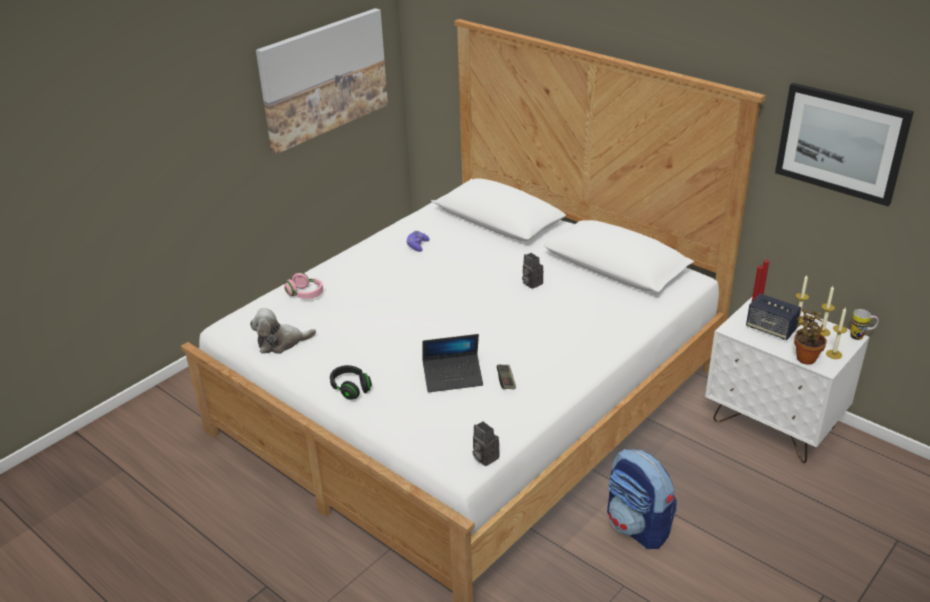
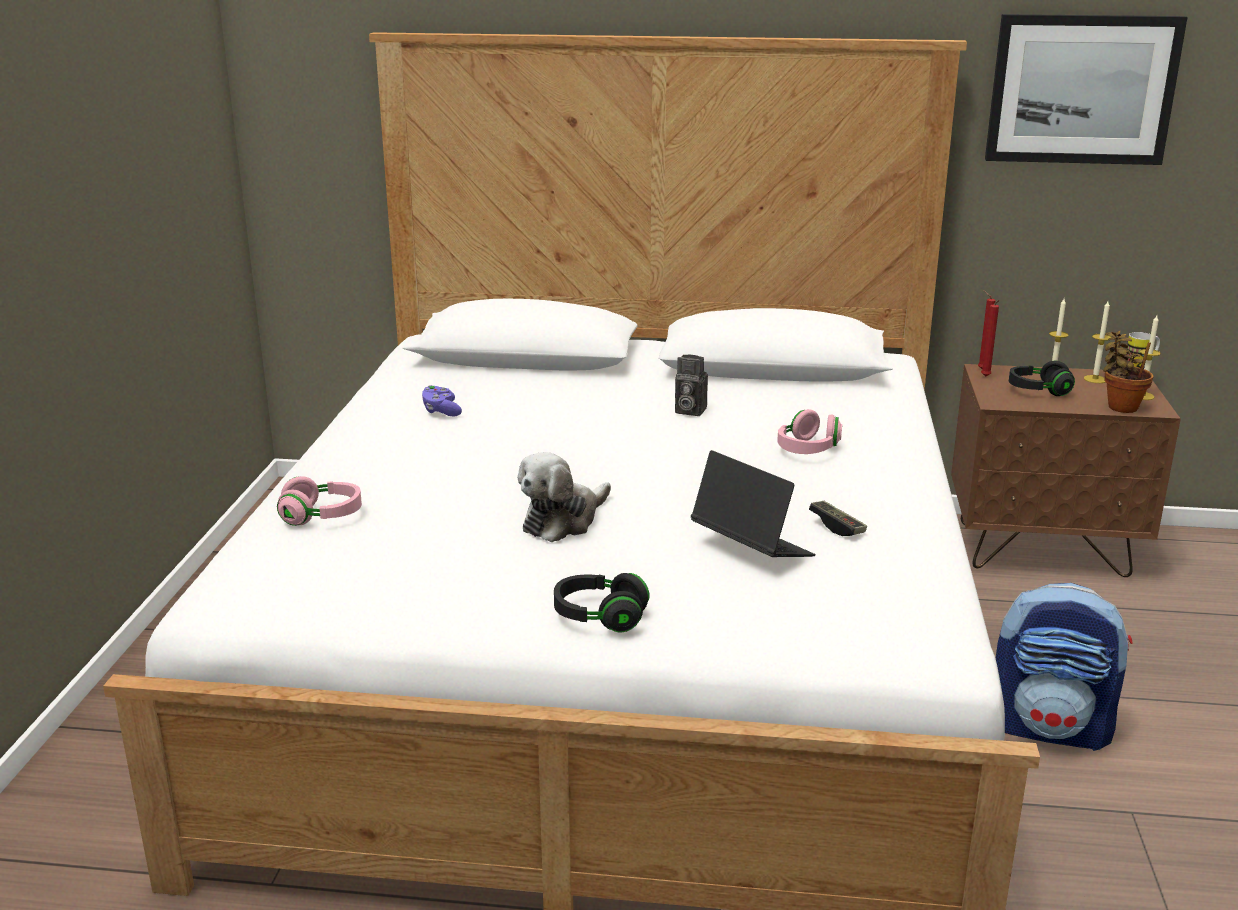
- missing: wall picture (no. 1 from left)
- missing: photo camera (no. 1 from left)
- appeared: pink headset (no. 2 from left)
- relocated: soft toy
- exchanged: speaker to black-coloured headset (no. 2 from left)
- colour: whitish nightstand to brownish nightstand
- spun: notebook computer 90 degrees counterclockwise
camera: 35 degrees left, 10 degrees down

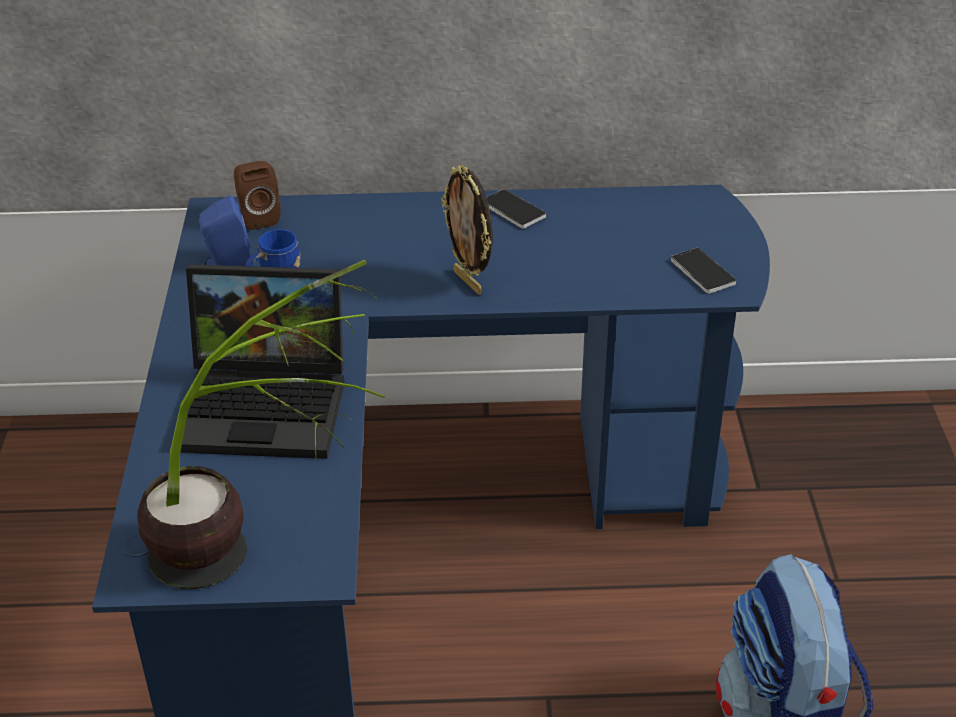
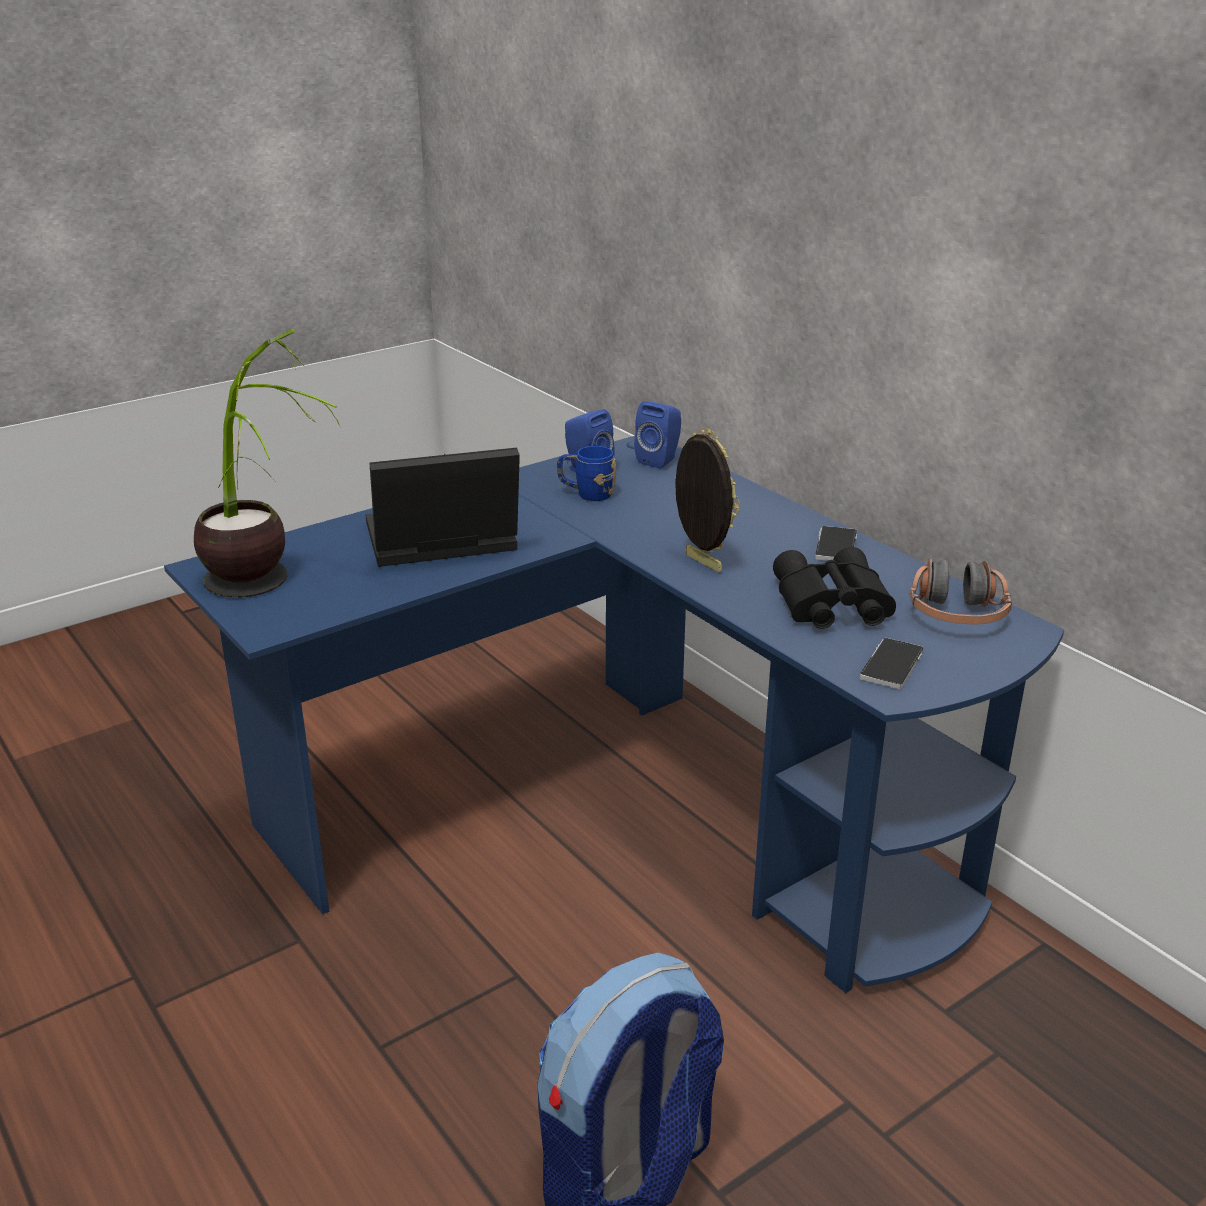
- appeared: black-coloured pair of binoculars
- appeared: headset
- colour: brownish speaker to blue-coloured speaker (no. 2 from left)
- spun: notebook computer 105 degrees clockwise
- spun: picture frame 120 degrees clockwise
camera: 55 degrees right, 10 degrees down

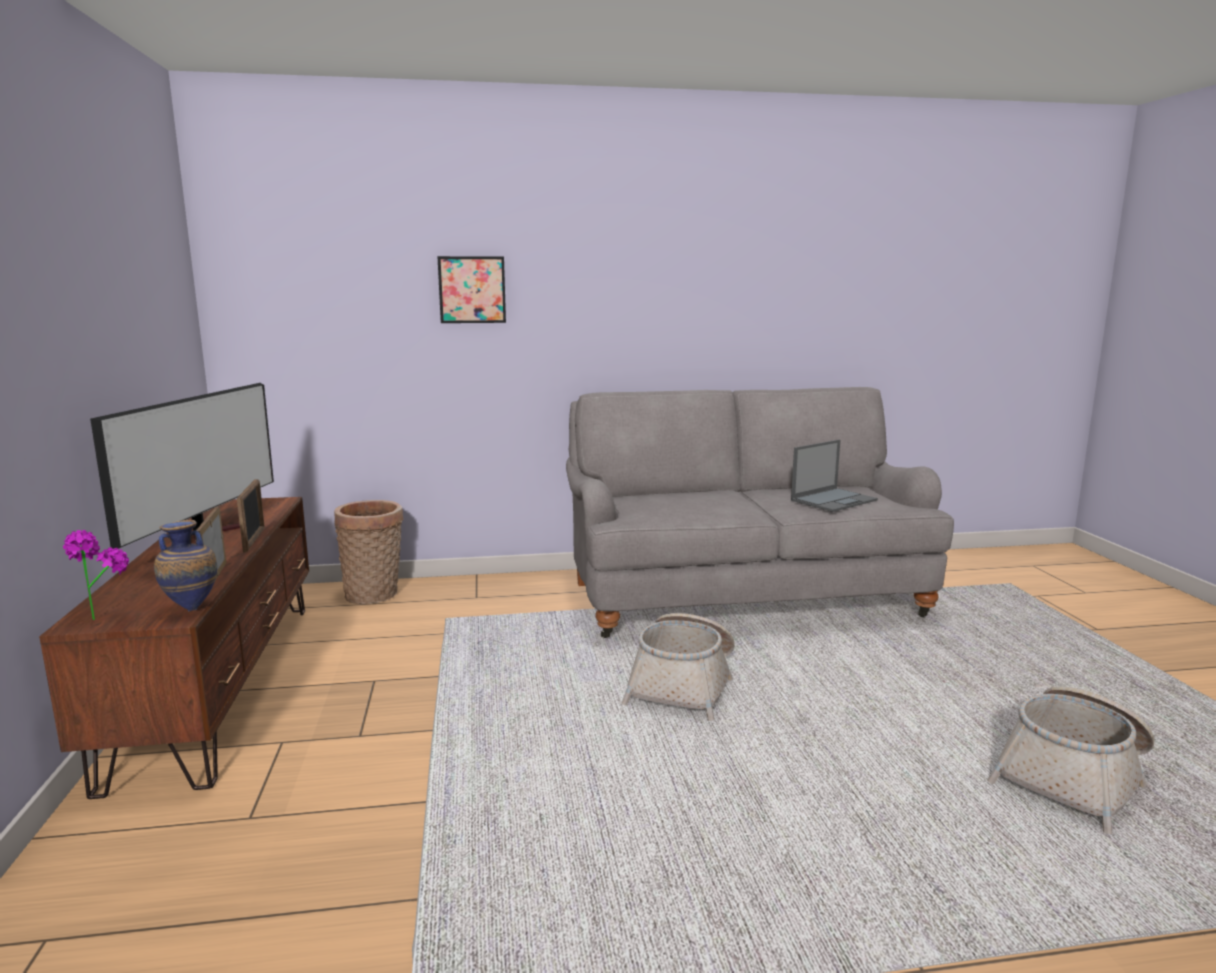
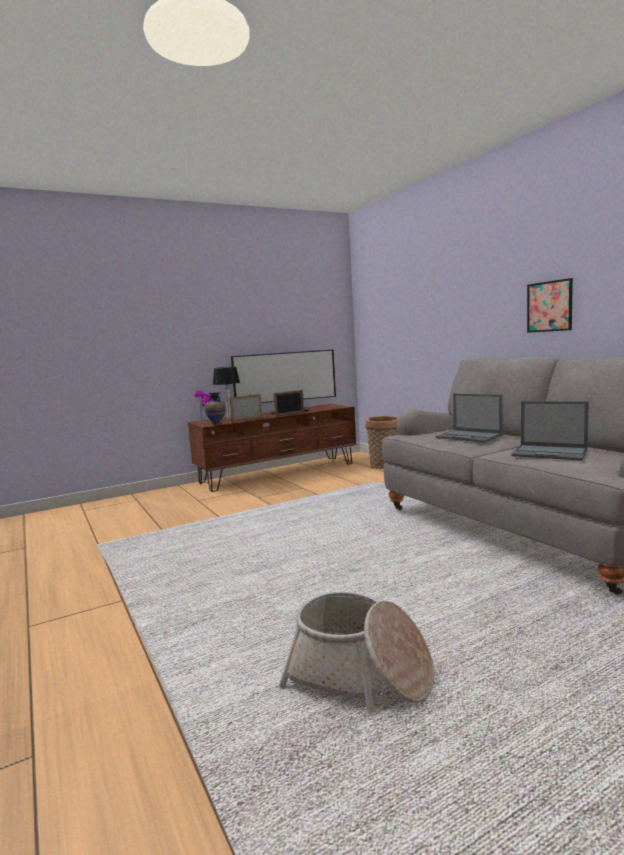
- missing: basket (no. 2 from left)
- appeared: table lamp
- appeared: notebook computer (no. 1 from left)
- relocated: wall picture
camera: 70 degrees right, 5 degrees down

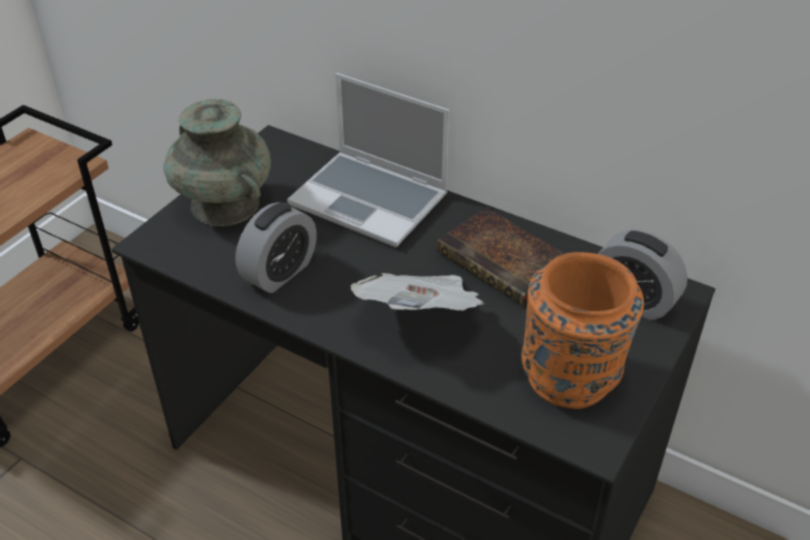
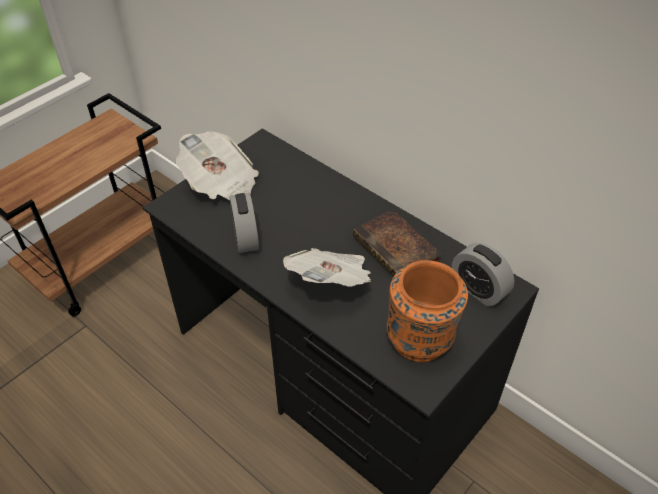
- missing: notebook computer
- exchanged: blue-green vase to daily paper (no. 1 from left)
- spun: table clock (no. 1 from left) 120 degrees clockwise
camera: 10 degrees right, 5 degrees up

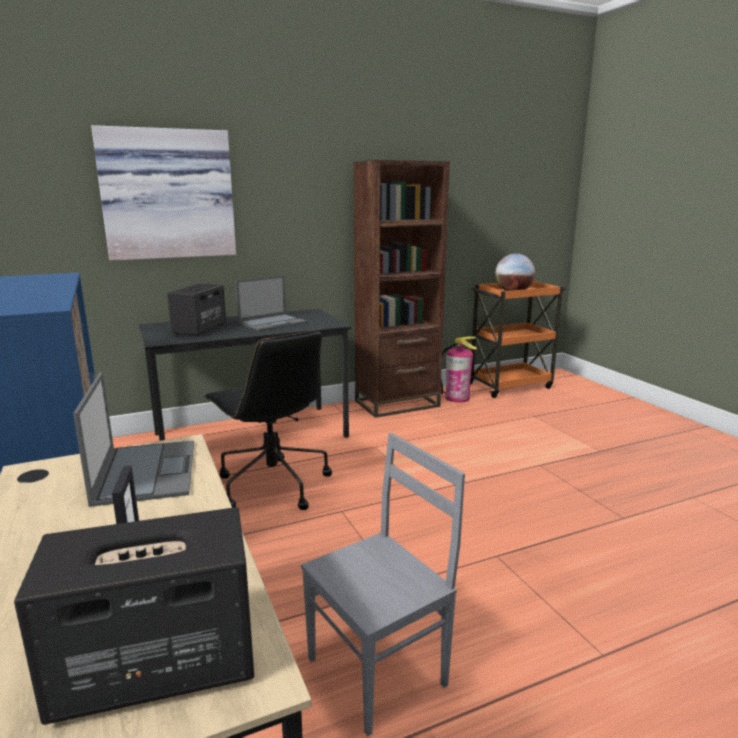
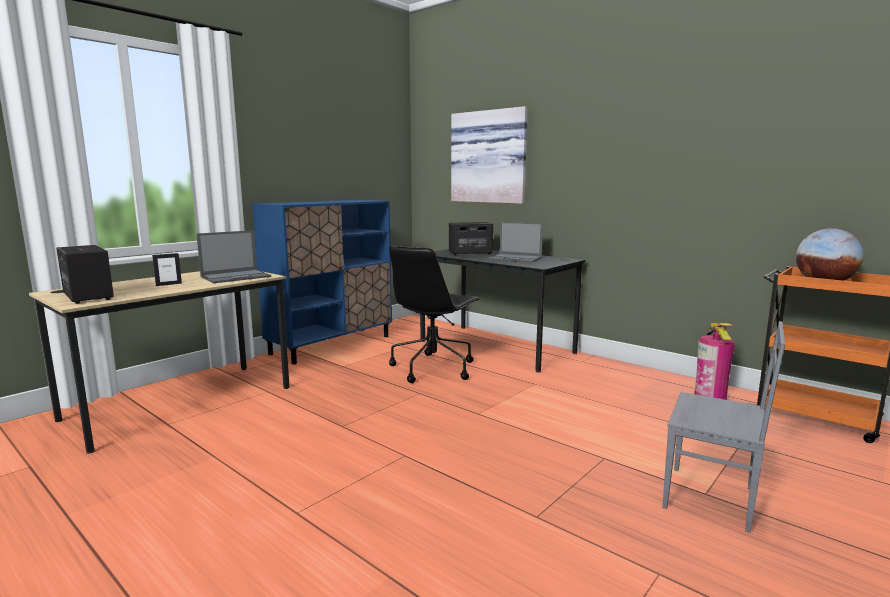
- missing: brownish bookshelf
- relocated: grey plain chair
camera: 65 degrees right, 5 degrees down

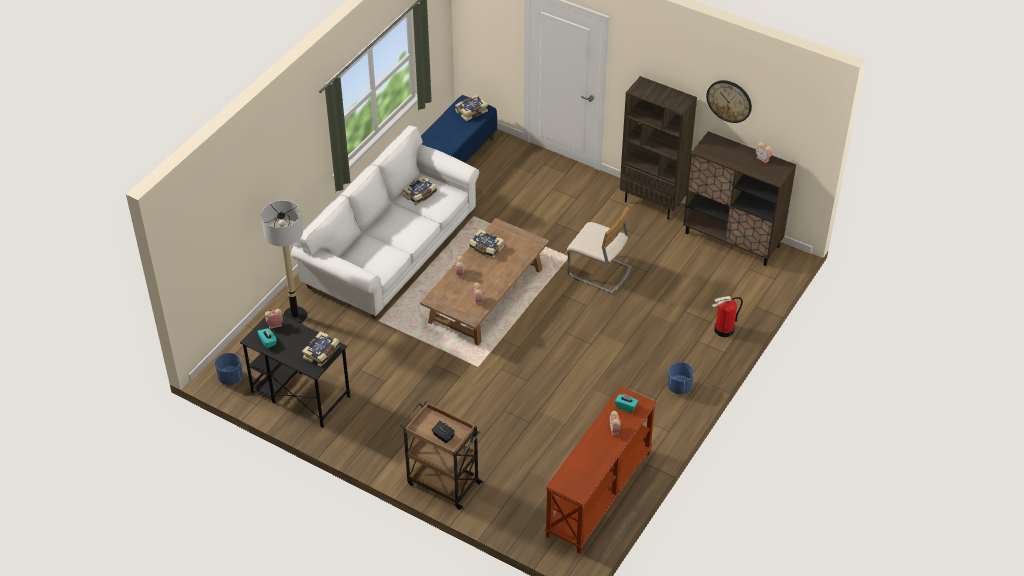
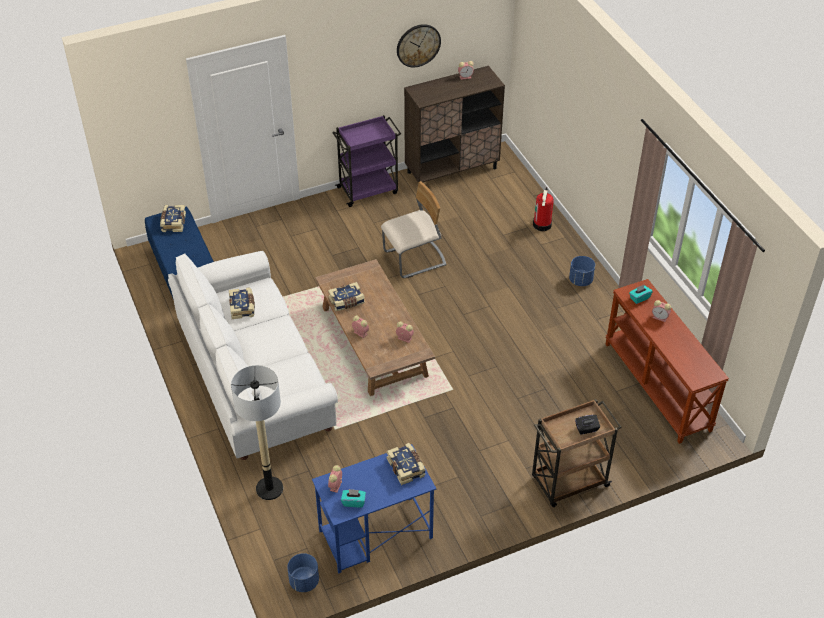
- exchanged: brownish bookshelf to purple wheeled cart
- colour: black-coloured desk table to blue-coloured desk table
camera: 55 degrees left, 0 degrees up

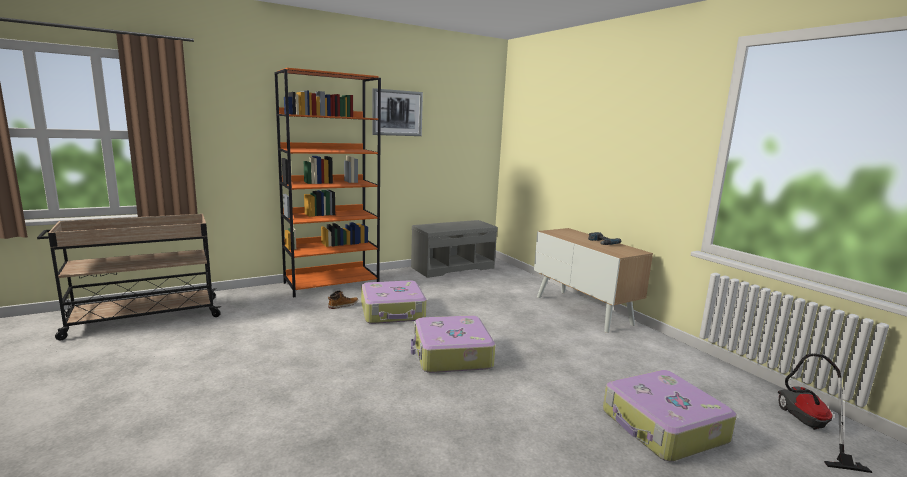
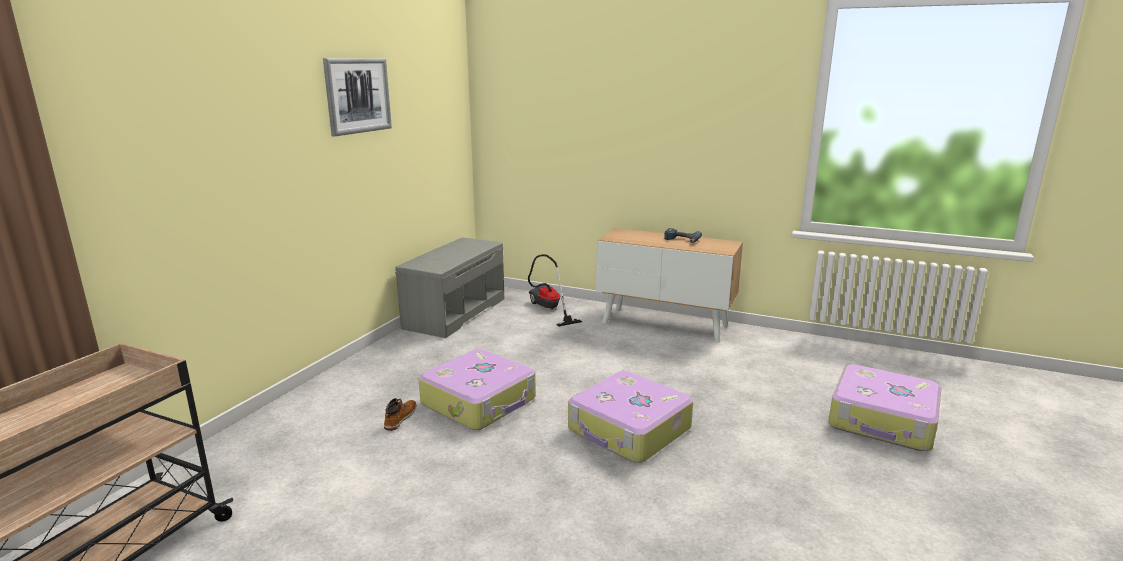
- missing: orange-coloured bookshelf
- relocated: vacuum
camera: 35 degrees left, 5 degrees up

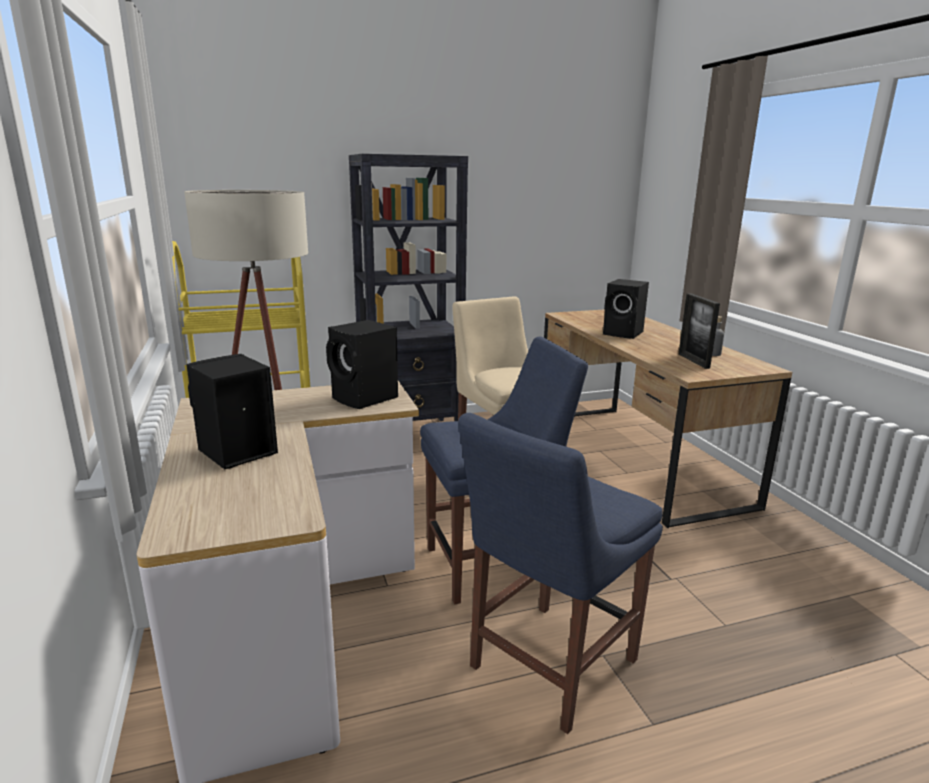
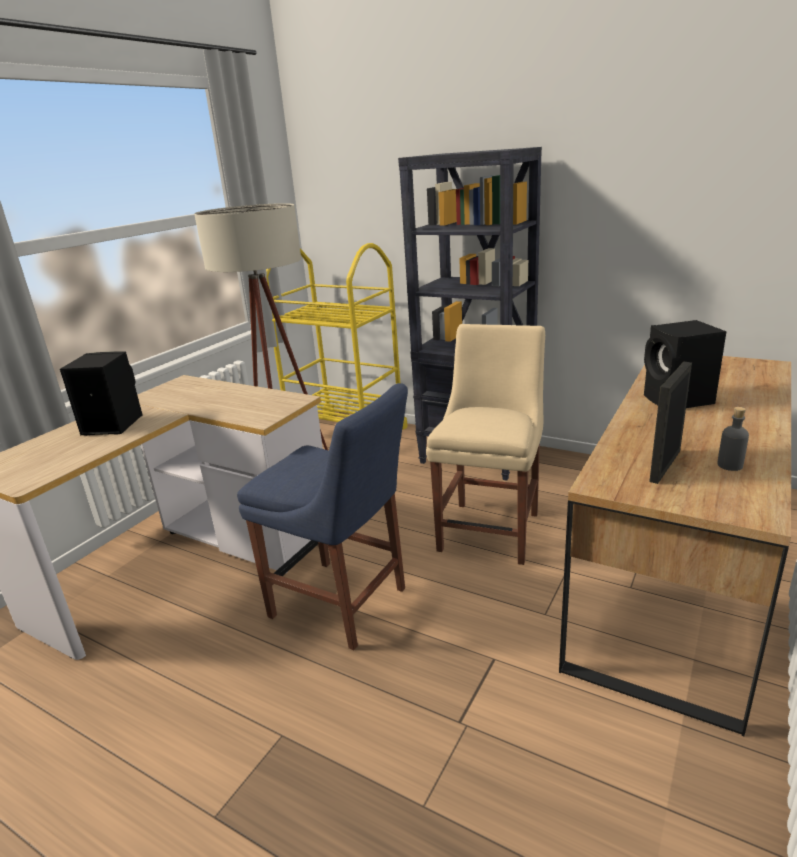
- missing: black-coloured speaker (no. 2 from left)
- missing: blue-coloured plain chair (no. 2 from left)
camera: 50 degrees right, 5 degrees up

